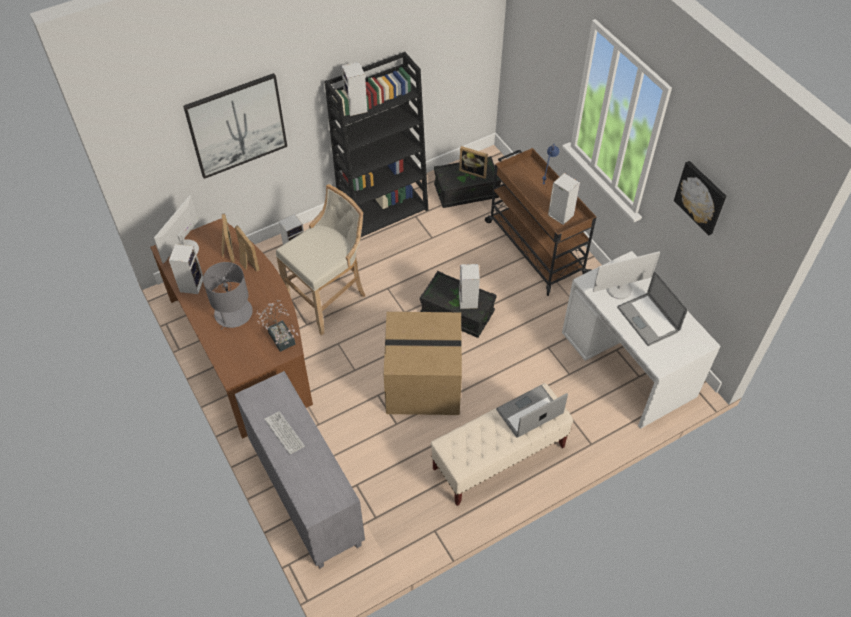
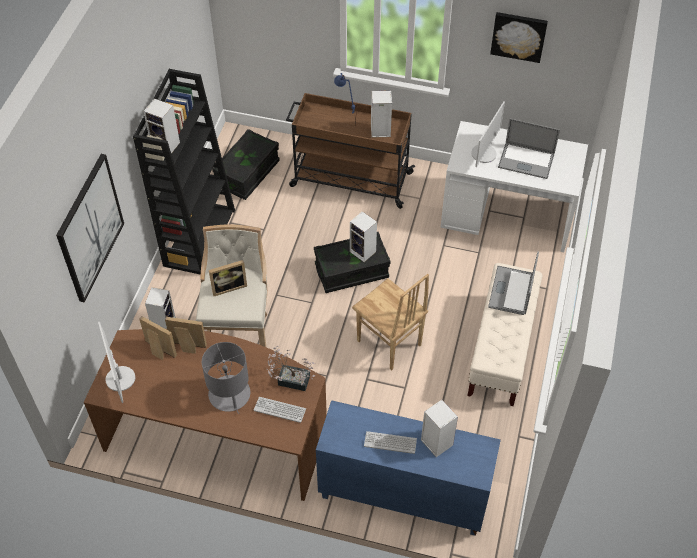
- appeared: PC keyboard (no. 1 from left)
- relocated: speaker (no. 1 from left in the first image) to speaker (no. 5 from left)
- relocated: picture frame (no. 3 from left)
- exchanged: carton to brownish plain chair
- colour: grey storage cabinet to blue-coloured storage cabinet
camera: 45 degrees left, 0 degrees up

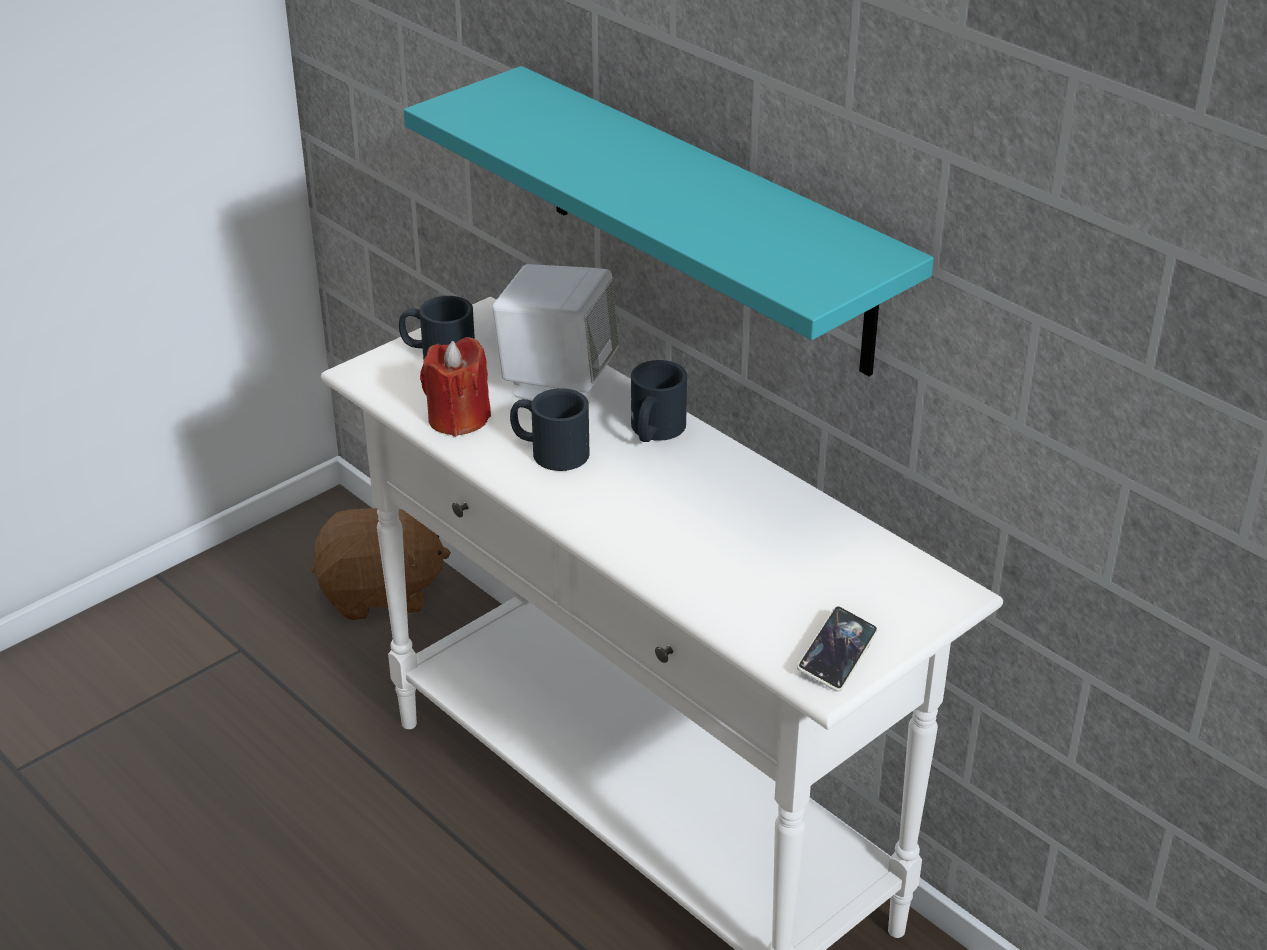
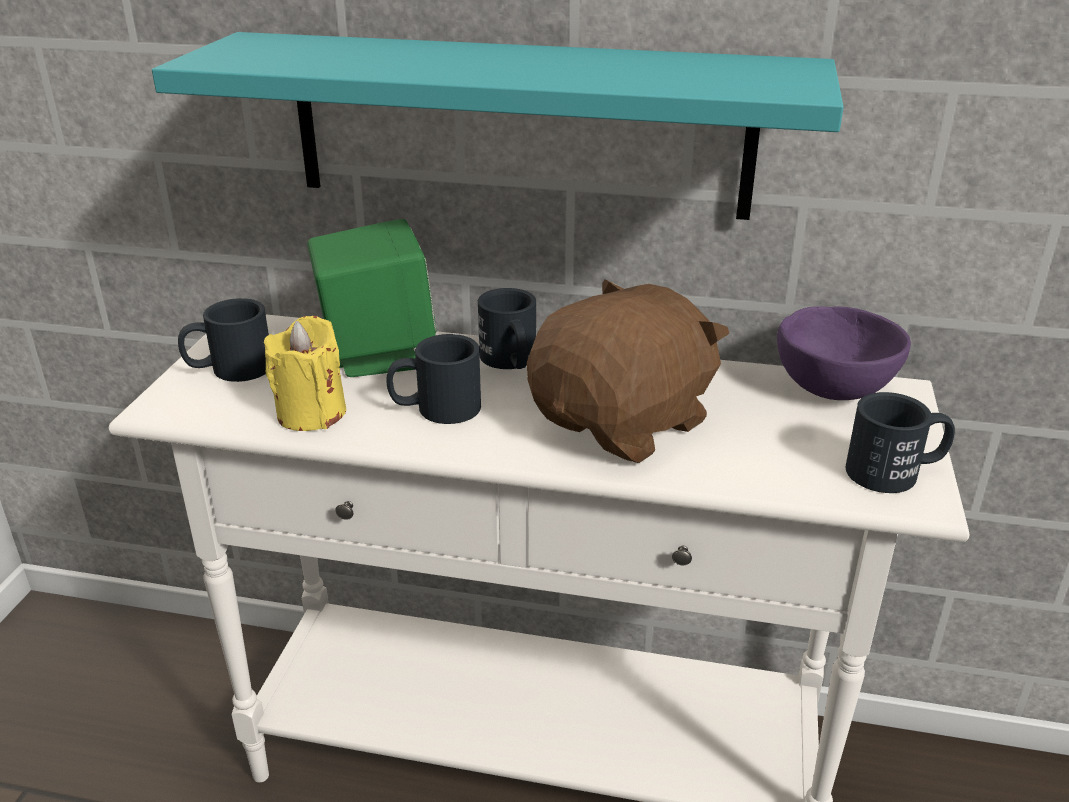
- appeared: purple bowl
- relocated: brownish soft toy
- exchanged: handset to black-coloured mug (no. 4 from left)
- colour: reddish candle to yellowish candle
- colour: whitish speaker to greenish speaker
camera: 35 degrees left, 5 degrees down

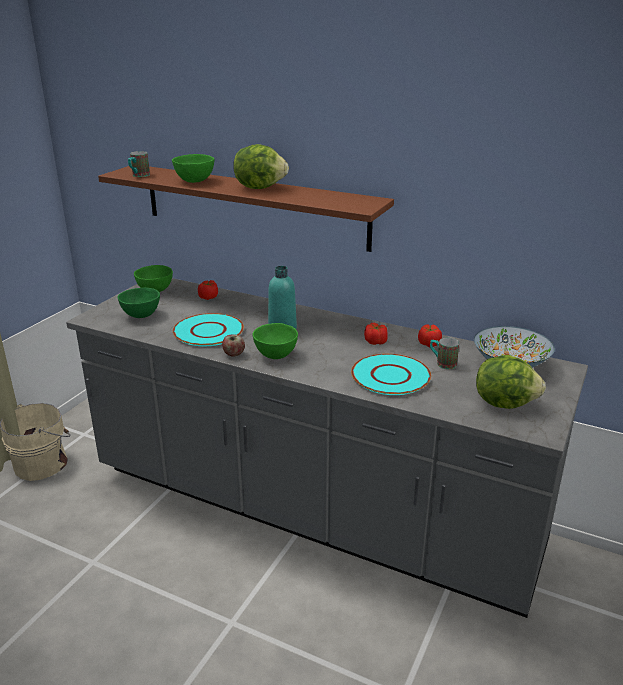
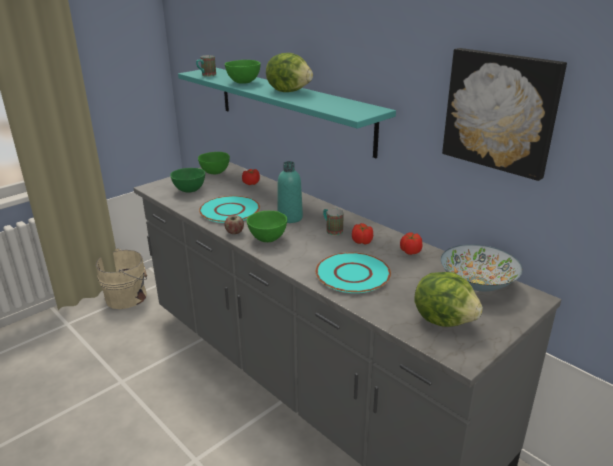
- appeared: wall picture
- relocated: mug (no. 2 from left)
- colour: brownish bracket shelf to blue-green bracket shelf
camera: 20 degrees right, 0 degrees up

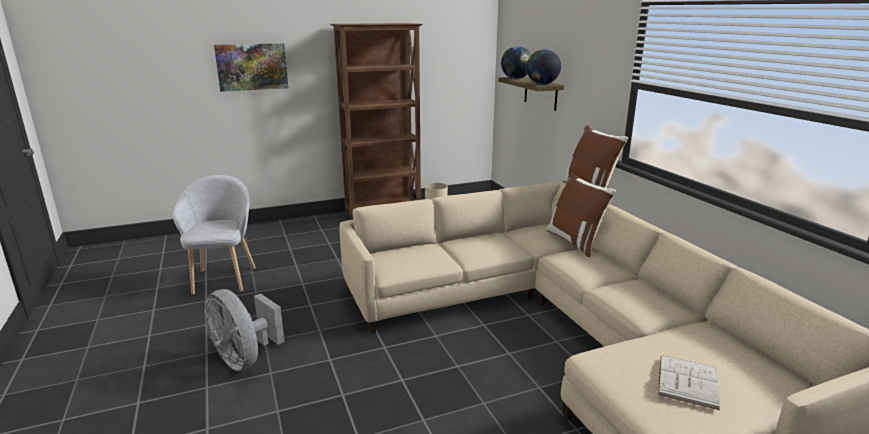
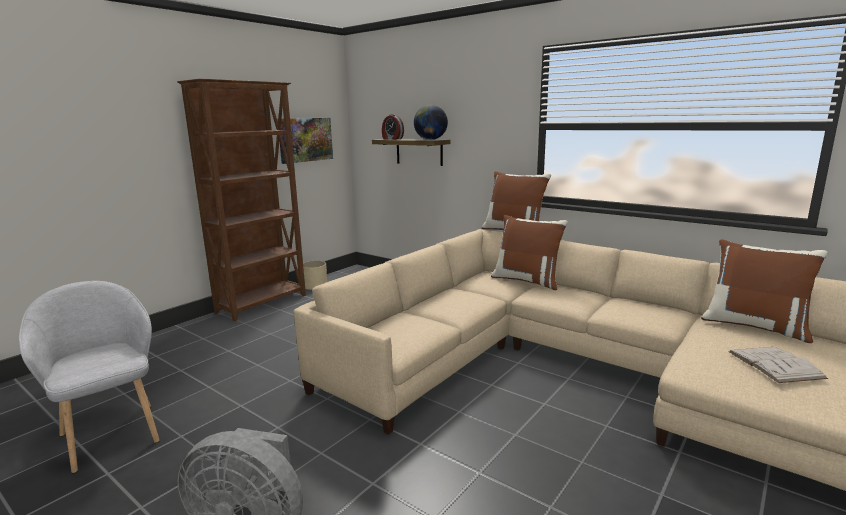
- appeared: brownish throw pillow (no. 3 from left)
- relocated: wall picture
- exchanged: desk globe (no. 1 from left) to table clock
camera: 30 degrees left, 5 degrees down

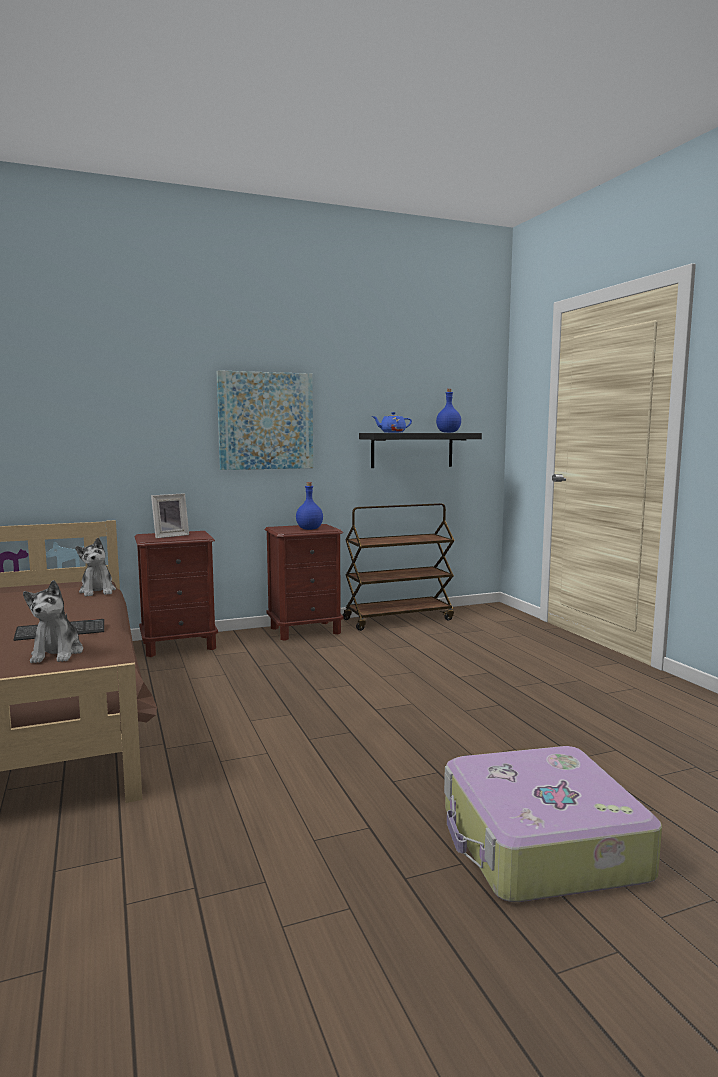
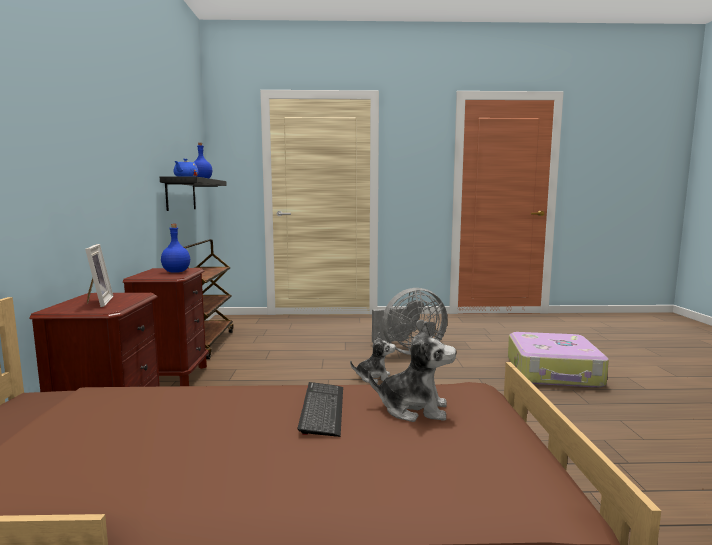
- missing: wall picture
- appeared: grey cooling fan
- relocated: soft toy (no. 2 from left in the first image) to soft toy (no. 1 from left)
camera: 70 degrees left, 0 degrees up

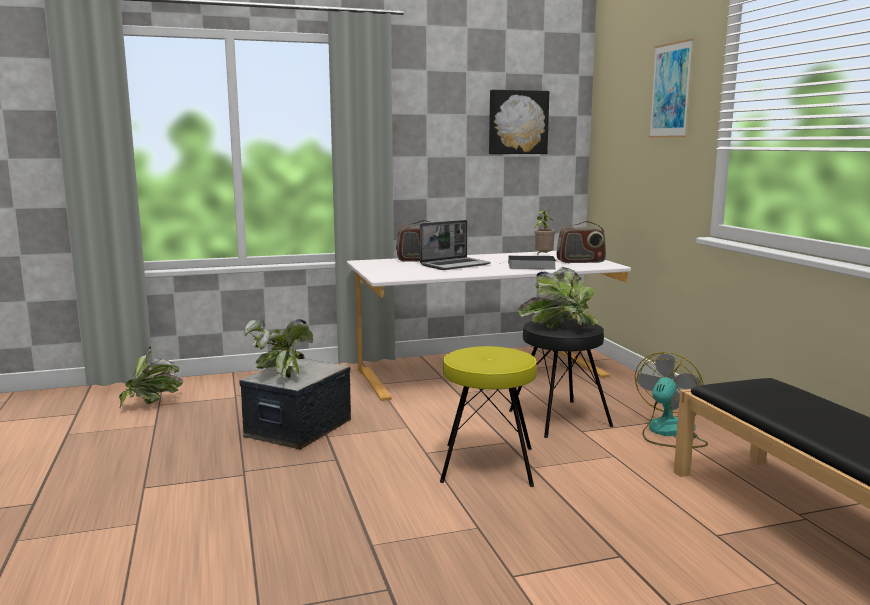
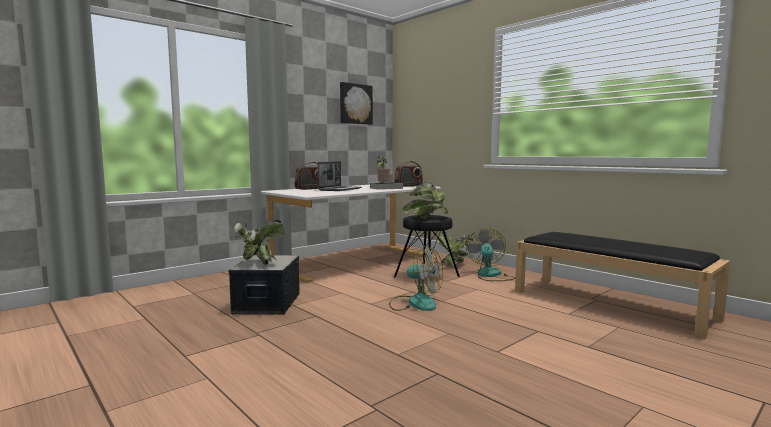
- missing: wall picture (no. 2 from left)
- relocated: houseplant (no. 1 from left in the first image) to houseplant (no. 4 from left)
- exchanged: yellowish stool to cooling fan (no. 1 from left)
camera: 25 degrees left, 5 degrees down

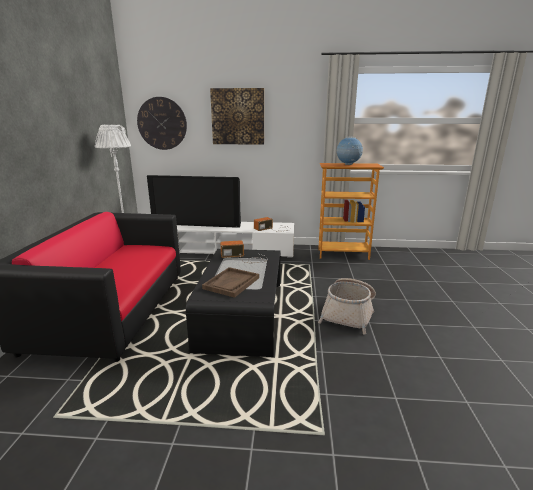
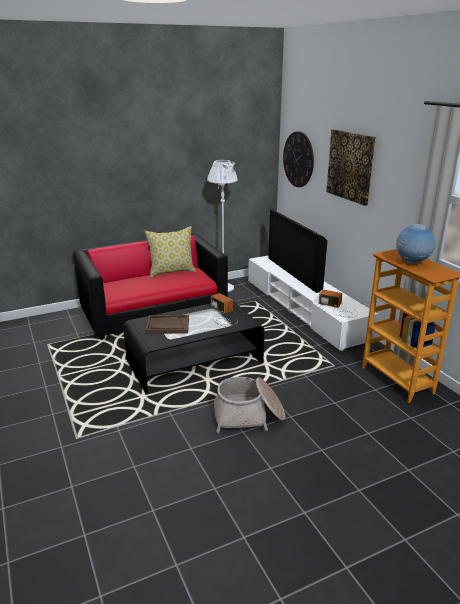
- appeared: throw pillow
camera: 60 degrees right, 5 degrees up

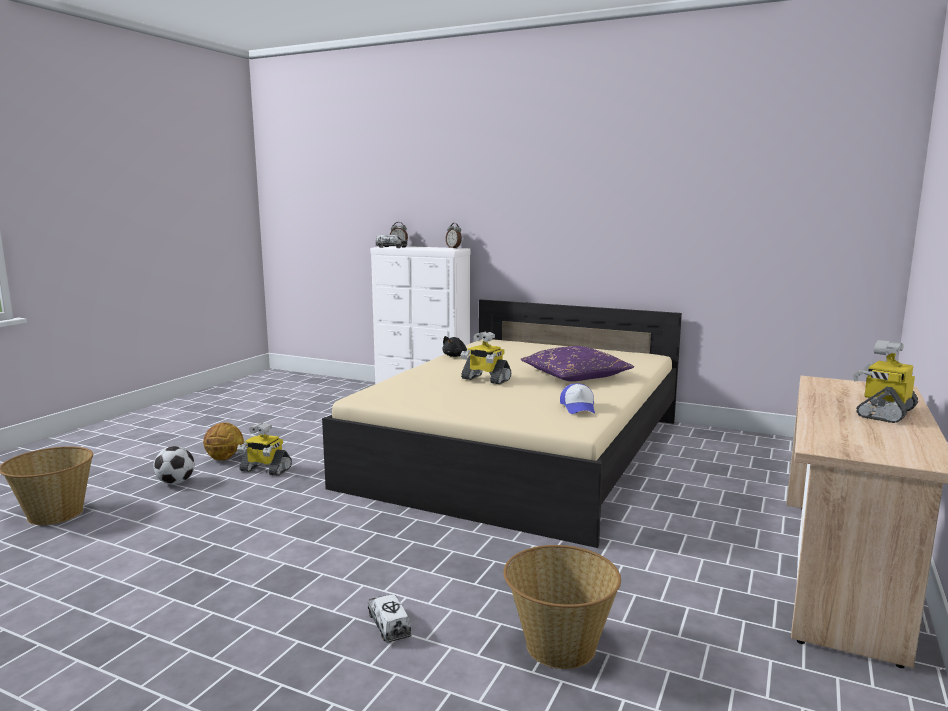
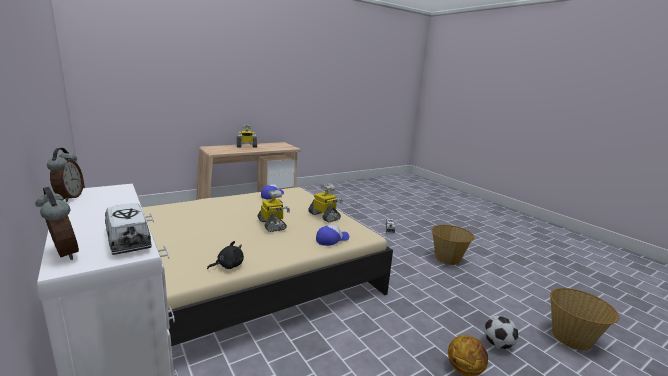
- missing: purple throw pillow
- appeared: cap (no. 2 from left)
- relocated: model robot (no. 1 from left in the first image) to model robot (no. 3 from left)
- relocated: basket (no. 2 from left in the first image) to basket (no. 1 from left)
camera: 150 degrees left, 5 degrees up

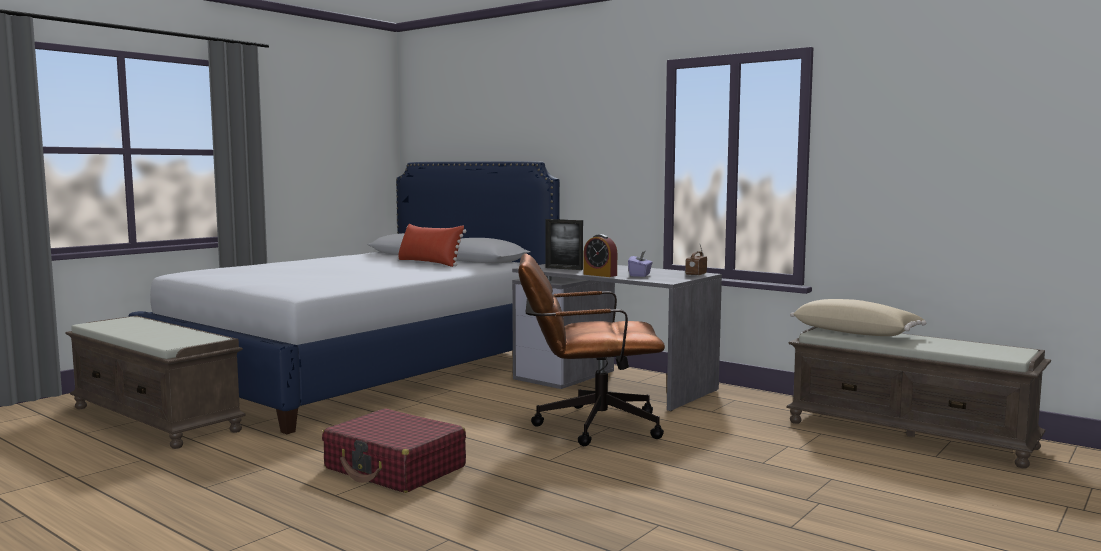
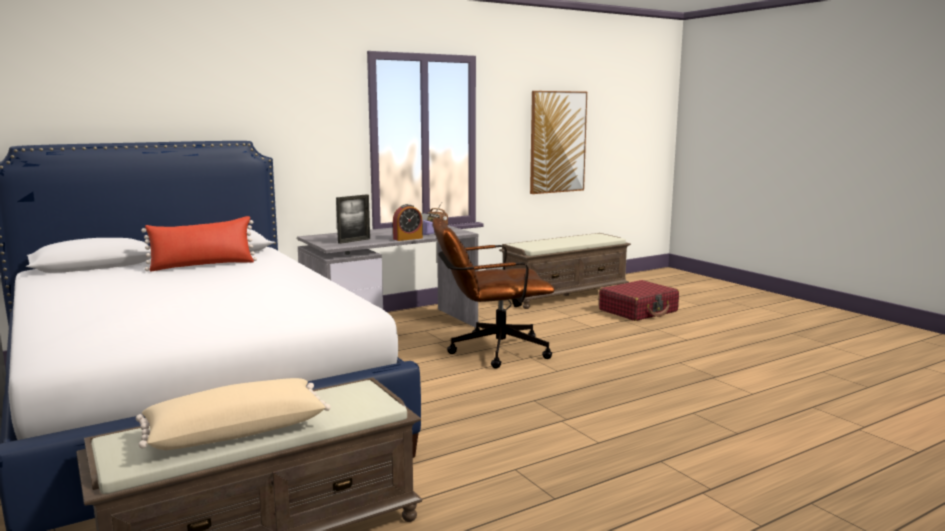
- appeared: wall picture
- relocated: reddish suitcase
- relocated: sand-coloured throw pillow
- spun: brownish desk chair 60 degrees clockwise
camera: 70 degrees left, 5 degrees up

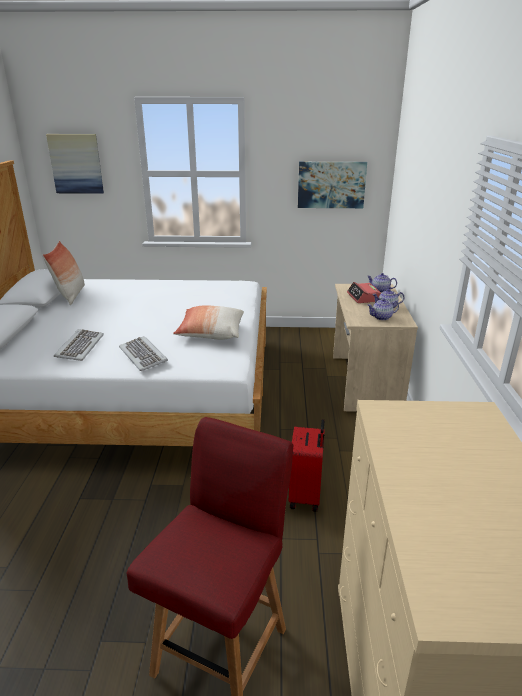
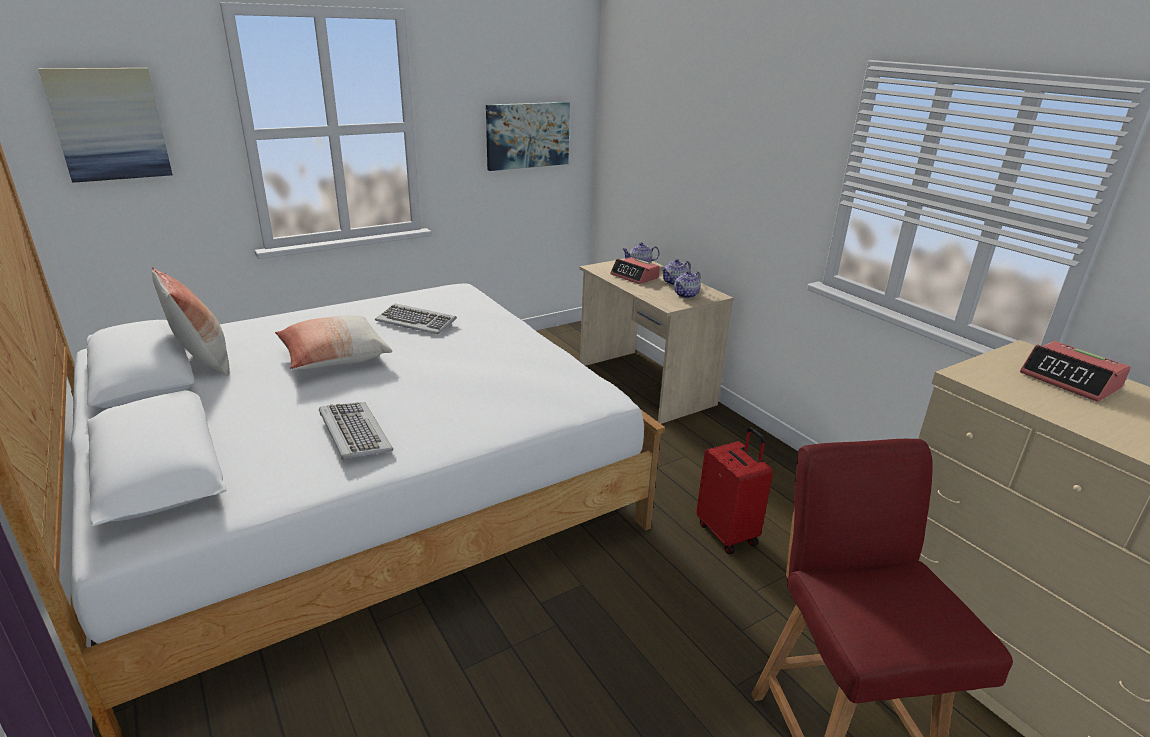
- appeared: table clock (no. 2 from left)
- relocated: PC keyboard (no. 2 from left)
- relocated: throw pillow (no. 2 from left)
camera: 35 degrees left, 0 degrees up

